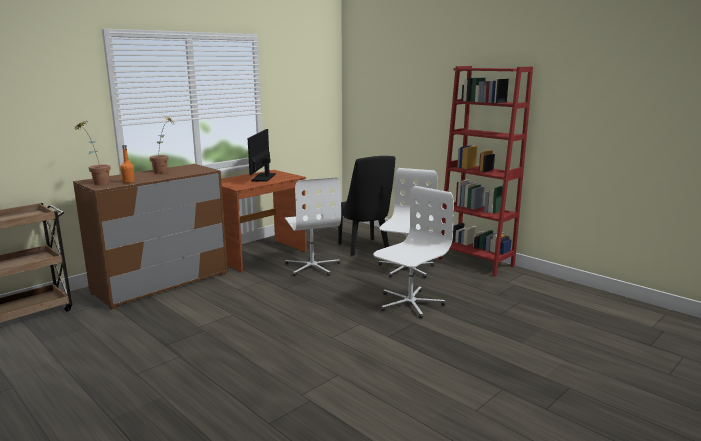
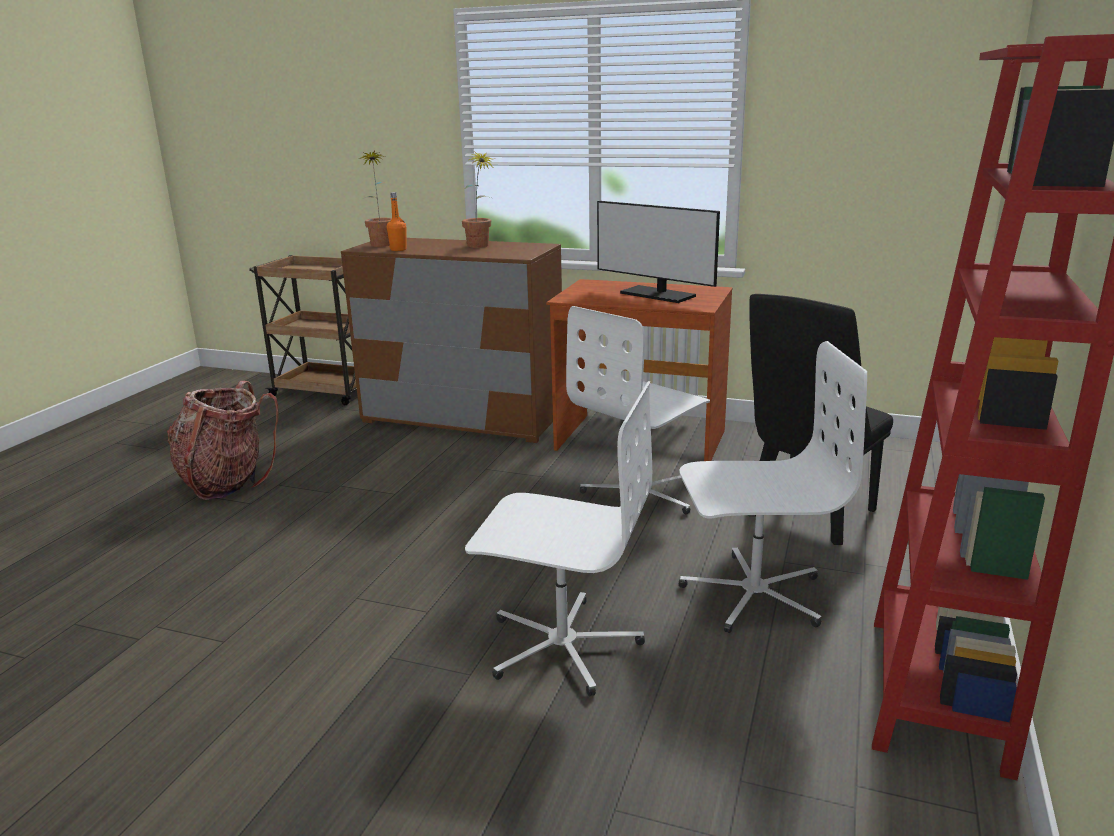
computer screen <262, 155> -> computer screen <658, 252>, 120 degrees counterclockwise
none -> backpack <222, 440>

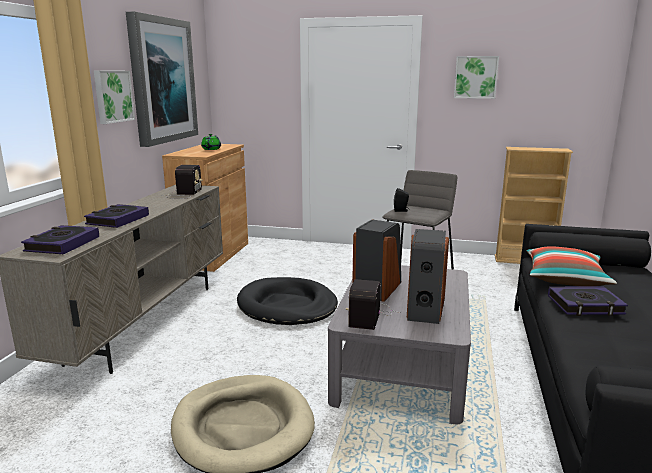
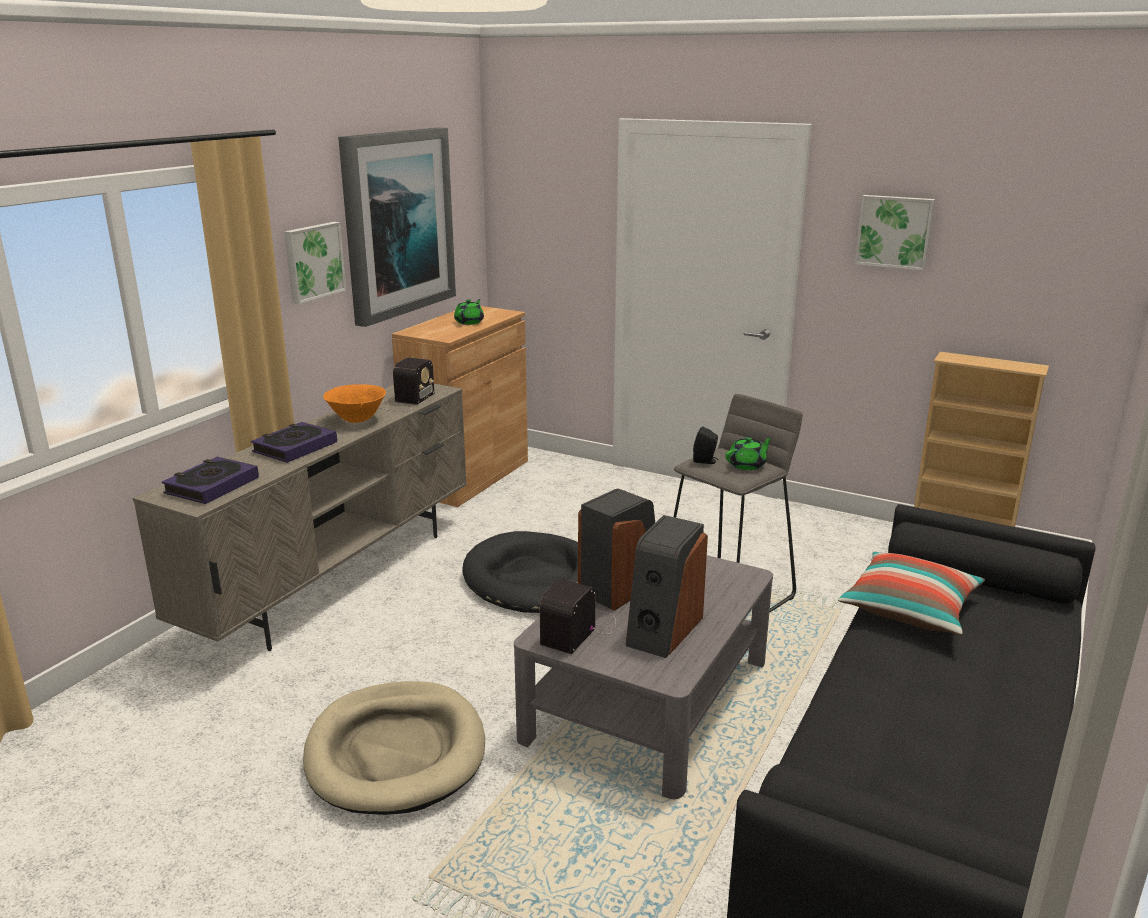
book <588, 301> -> none
none -> orange serving bowl <354, 403>
none -> green teapot <749, 453>

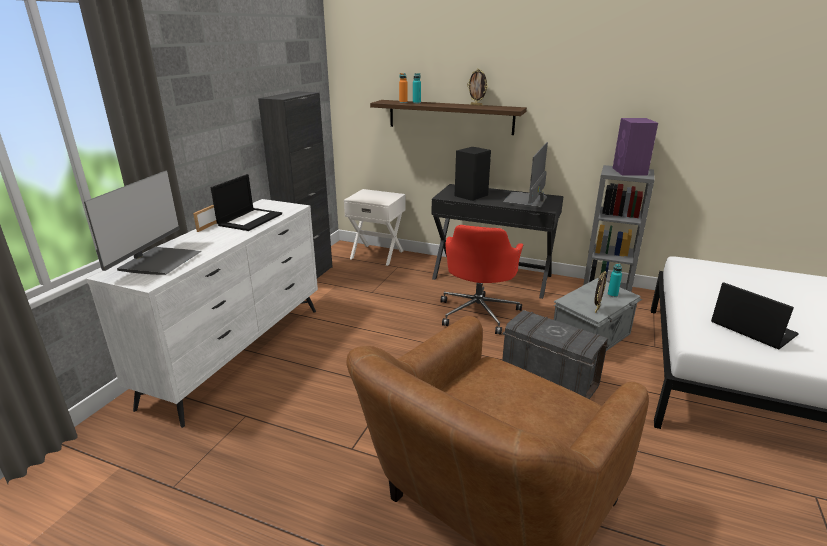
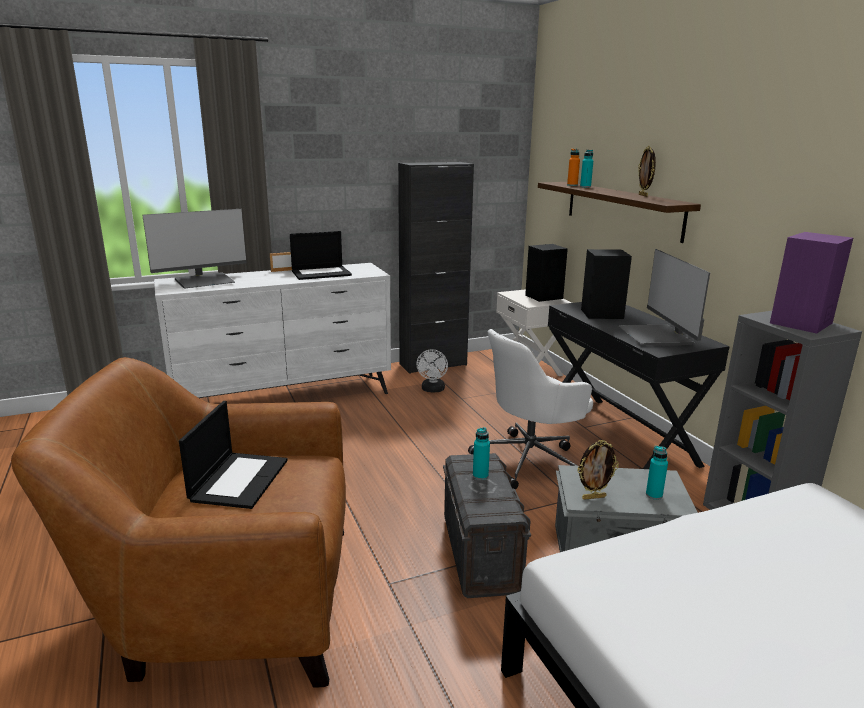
computer screen <525, 175> -> computer screen <664, 297>, 75 degrees counterclockwise
red desk chair <482, 280> -> white desk chair <530, 409>
notebook computer <755, 316> -> notebook computer <233, 455>, moved
none -> black-coloured speaker <546, 273>
none -> white electric fan <432, 370>
none -> blue-green bottle <481, 453>

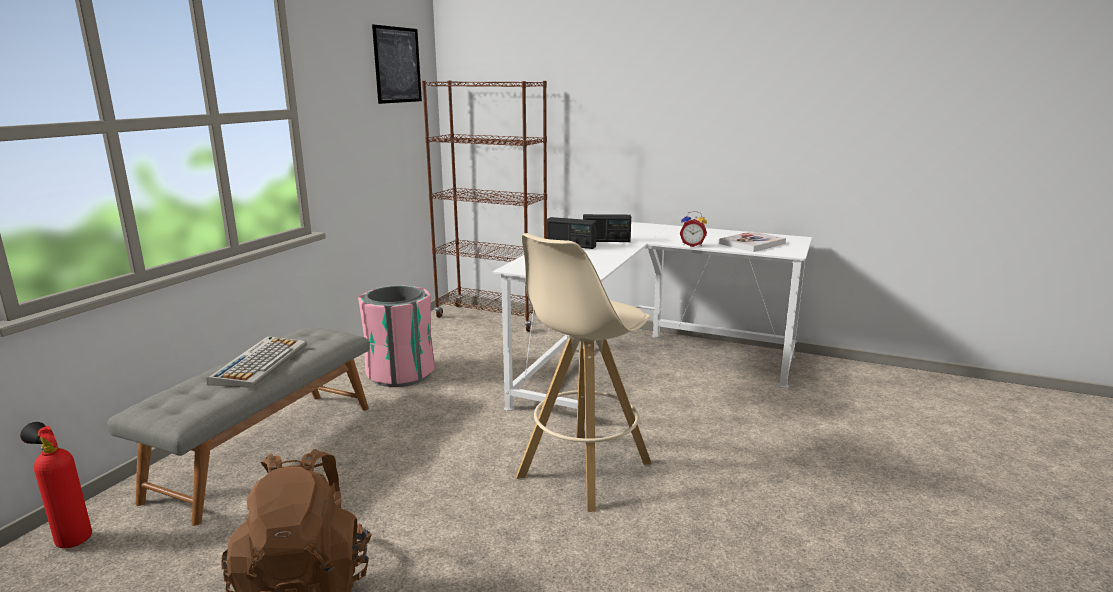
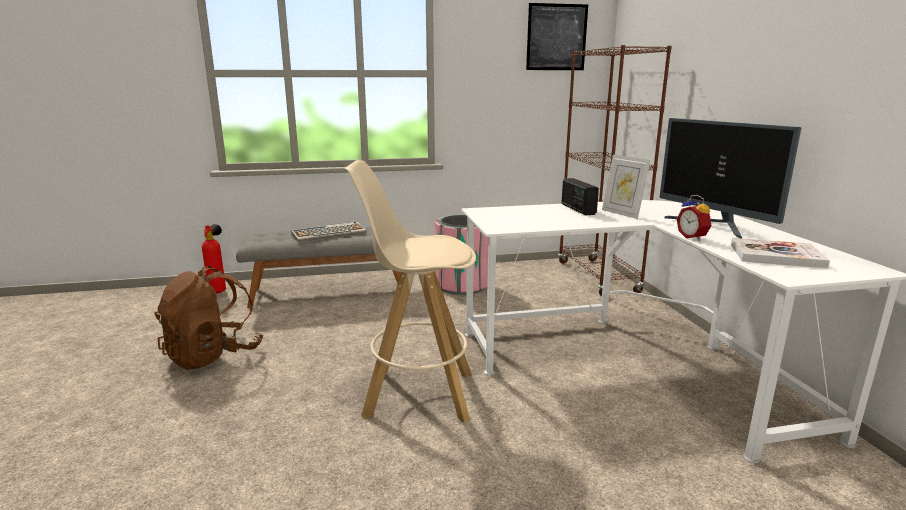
radio <607, 228> -> photo frame <626, 187>
none -> computer screen <730, 178>

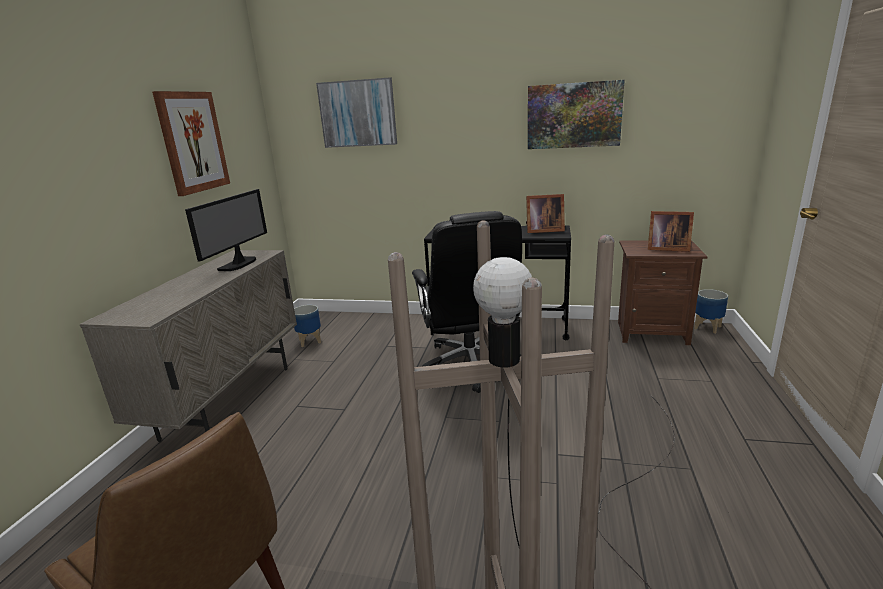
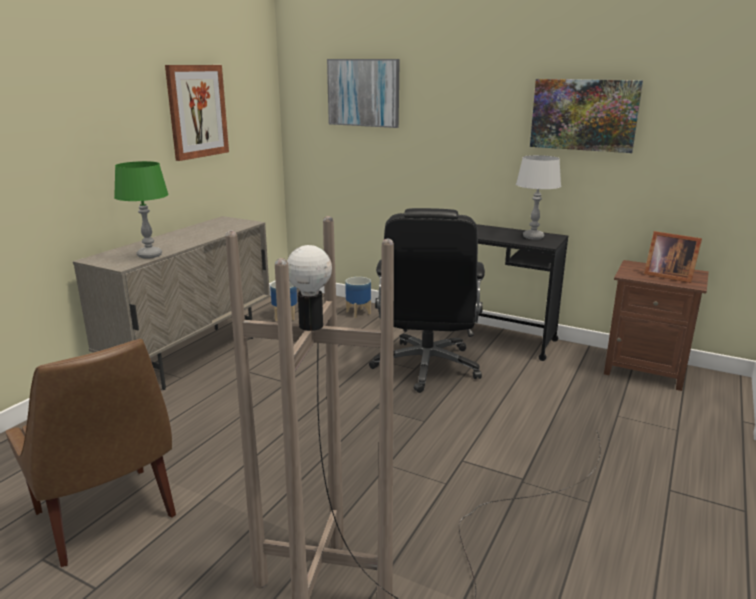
computer screen <226, 230> -> none
photo frame <545, 213> -> gray table lamp <538, 197>
flower pot <711, 311> -> flower pot <358, 297>, moved
none -> green table lamp <141, 210>

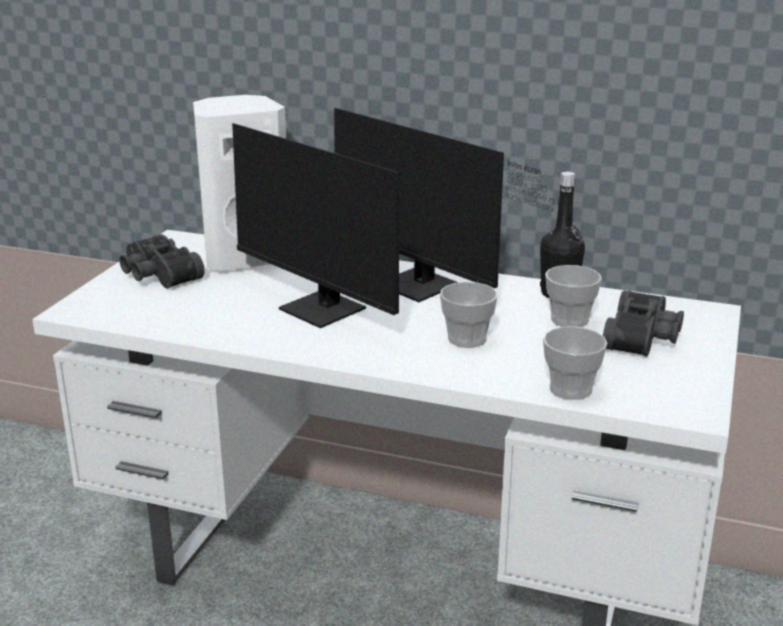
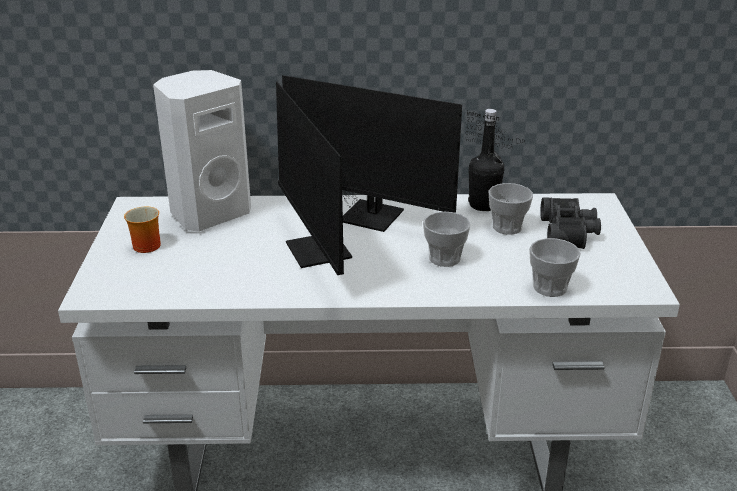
computer screen <347, 225> -> computer screen <321, 178>, 45 degrees clockwise
black-coloured binoculars <162, 261> -> tea mug <142, 230>

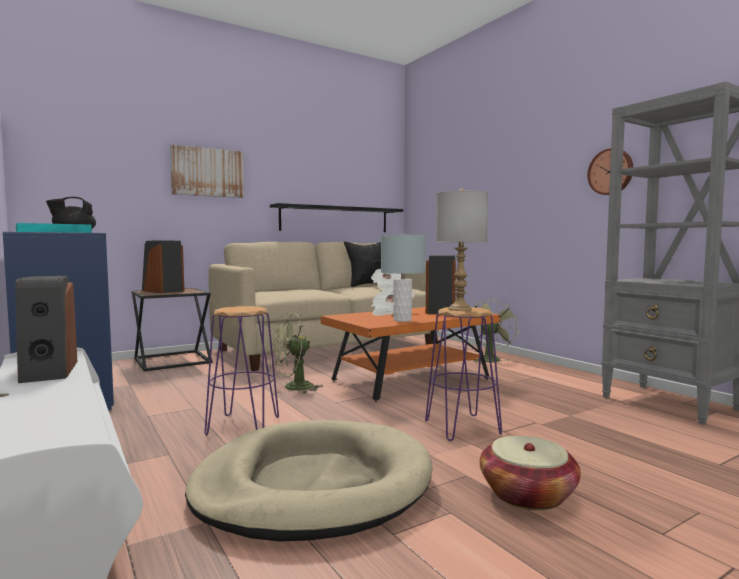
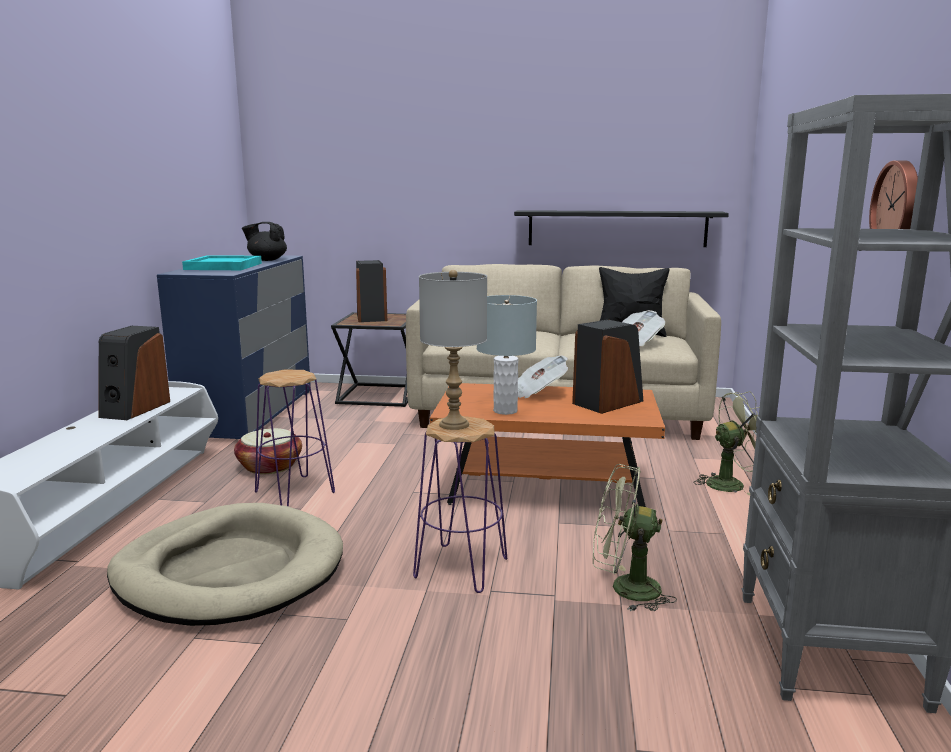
wall art <207, 171> -> none
green electric fan <296, 353> -> green electric fan <635, 537>, moved
basket <530, 473> -> basket <268, 451>, moved

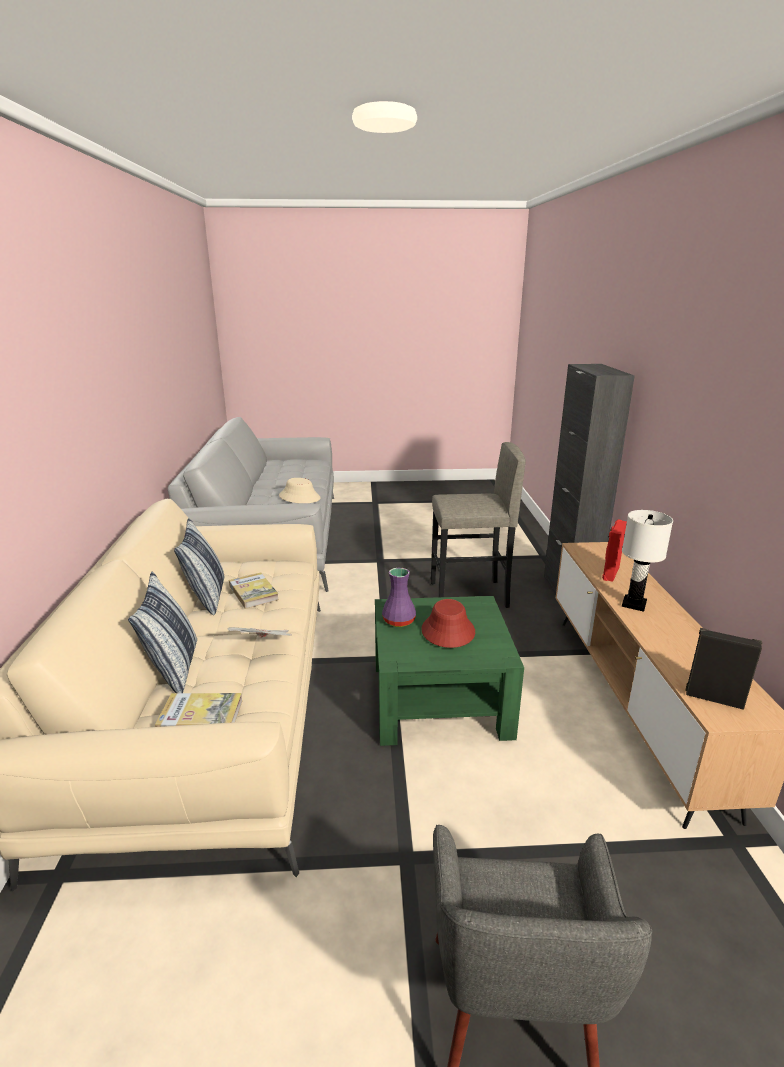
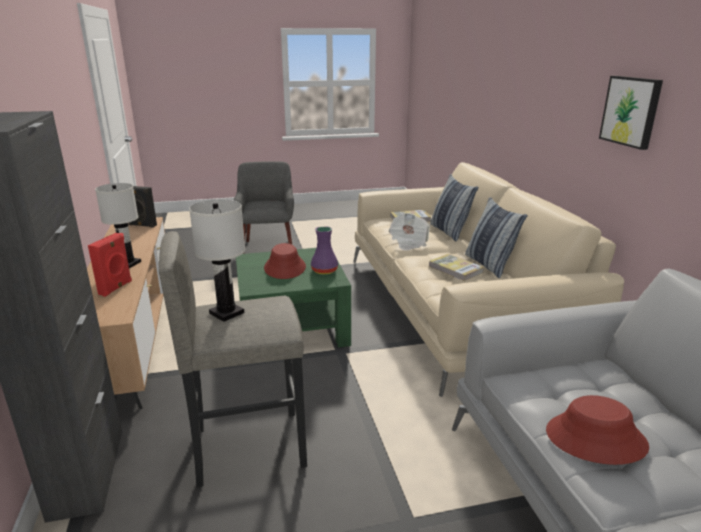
beige-coloured wearable hat <300, 490> -> red wearable hat <597, 430>
none -> wall art <631, 113>
none -> white table lamp <217, 260>

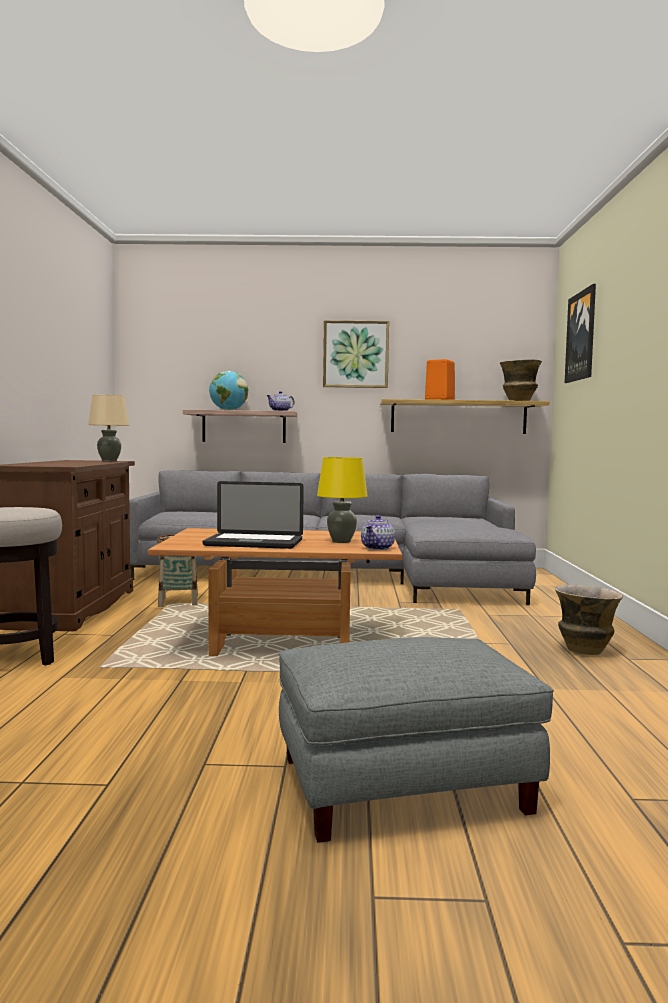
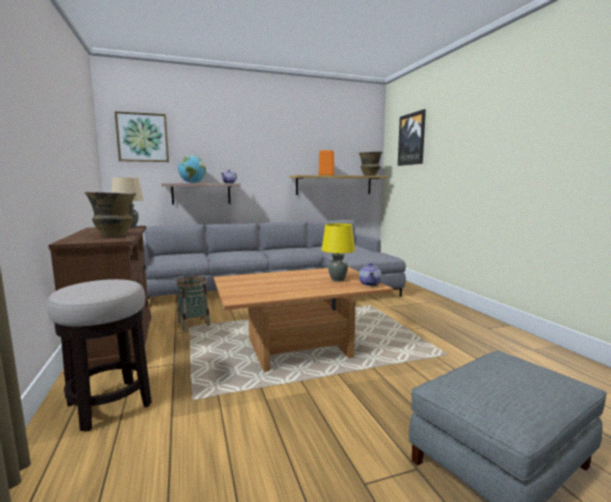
wall art <356, 354> -> wall art <141, 136>, moved
notebook computer <253, 515> -> none
flower vase <589, 619> -> flower vase <110, 214>, moved

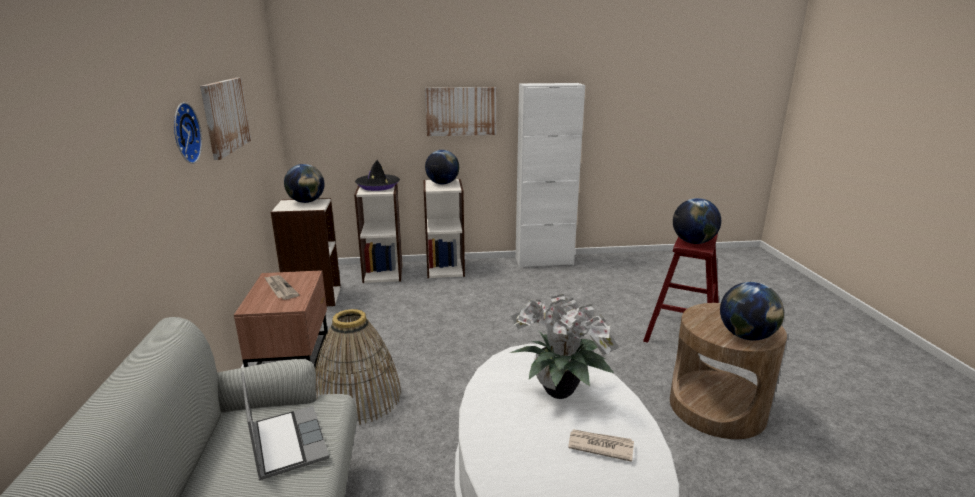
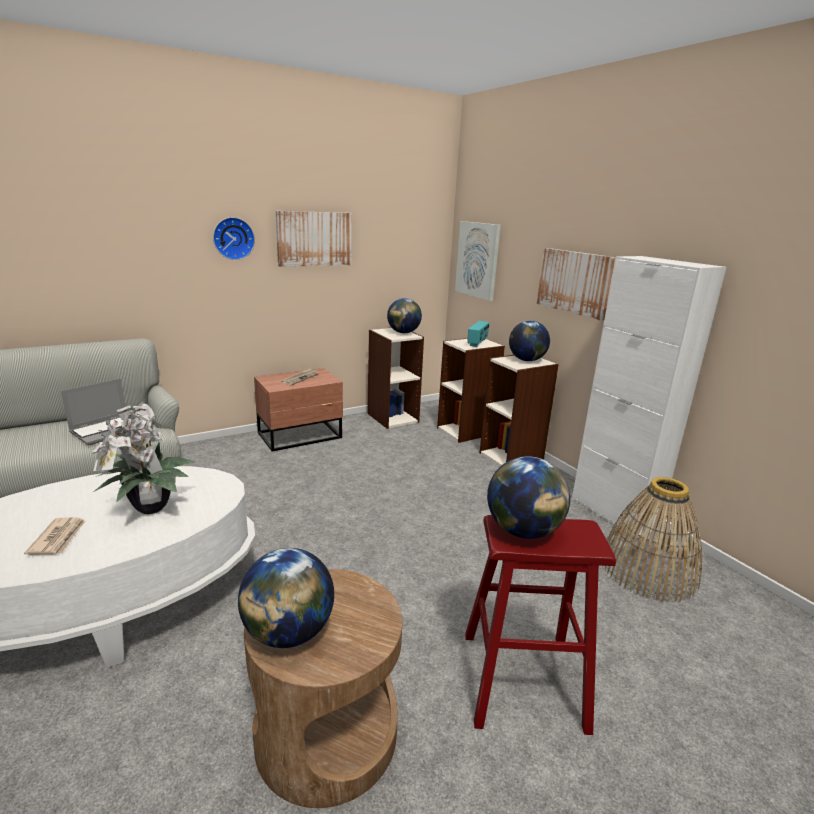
black-coloured wearable hat <377, 175> -> radio <478, 334>
basket <358, 367> -> basket <652, 539>, moved
none -> wall art <478, 261>

